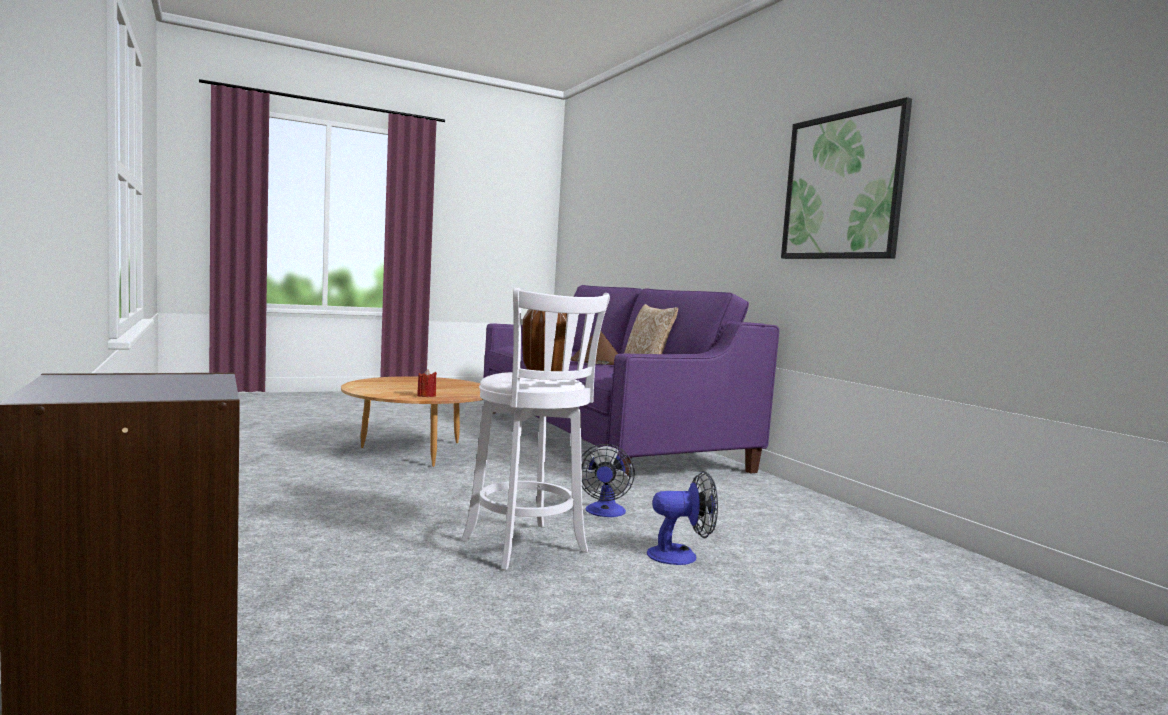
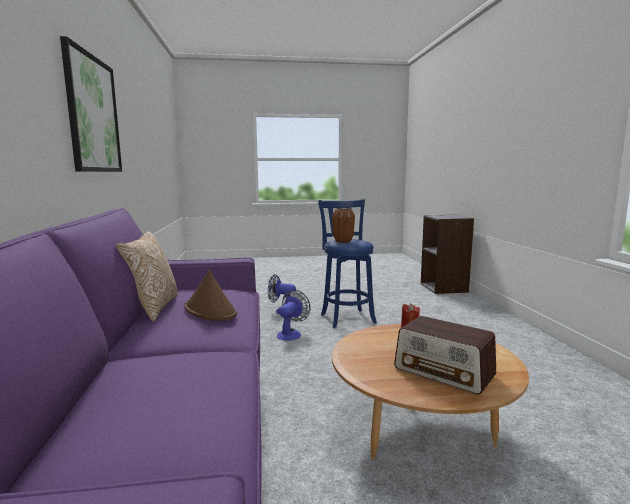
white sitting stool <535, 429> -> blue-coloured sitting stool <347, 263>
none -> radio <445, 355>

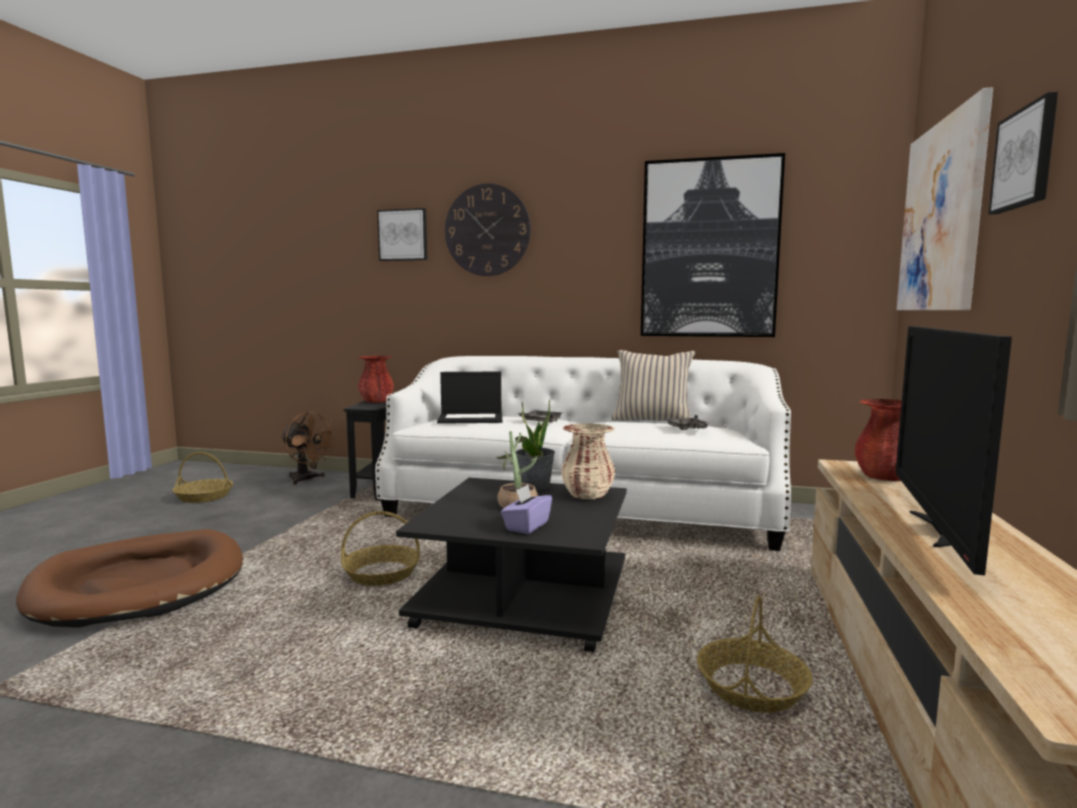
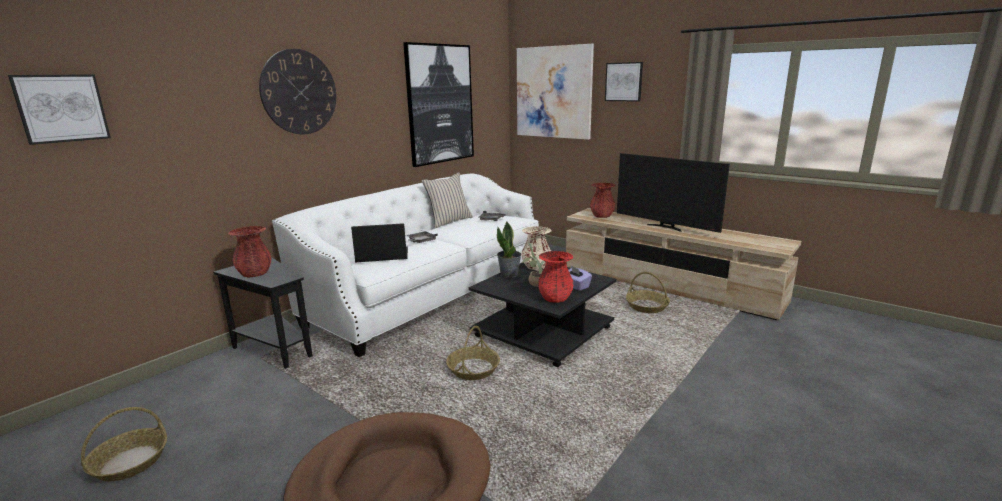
wall art <402, 234> -> wall art <59, 109>, moved
notebook computer <469, 398> -> notebook computer <379, 242>, 120 degrees counterclockwise
brown-coloured electric fan <308, 448> -> none
none -> red flower vase <555, 277>

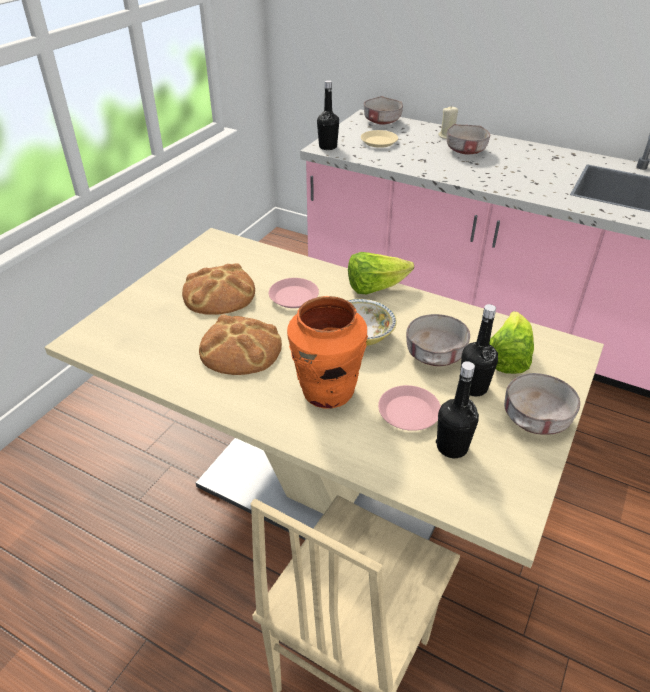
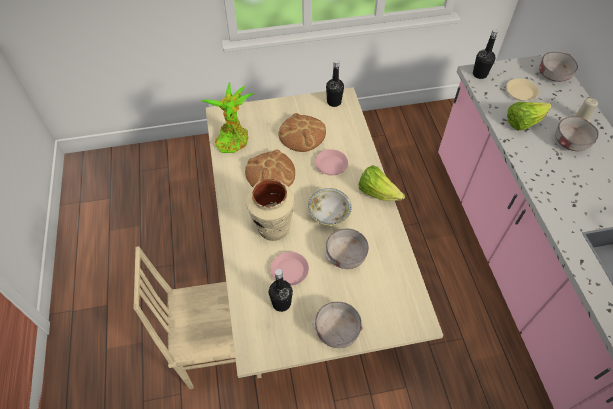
orange flower vase <327, 352> -> beige-coloured flower vase <270, 210>
black-coloured bottle <479, 350> -> black-coloured bottle <335, 83>, moved
head of lettuce <511, 342> -> head of lettuce <529, 116>, moved
none -> plant in a pot <227, 117>

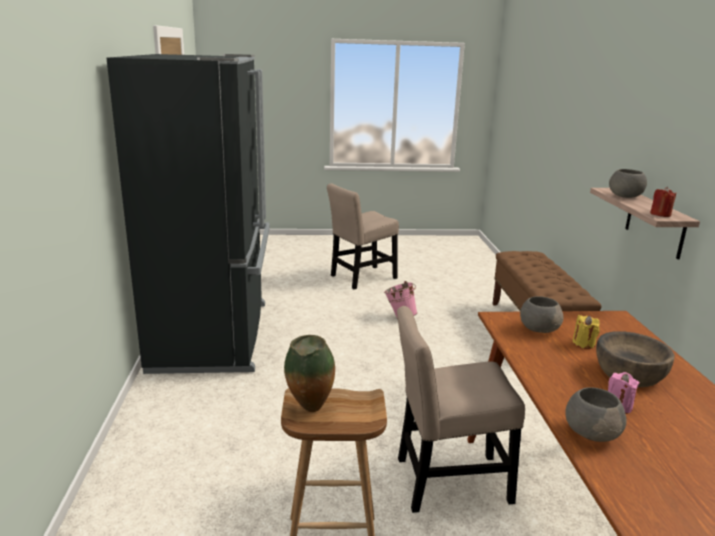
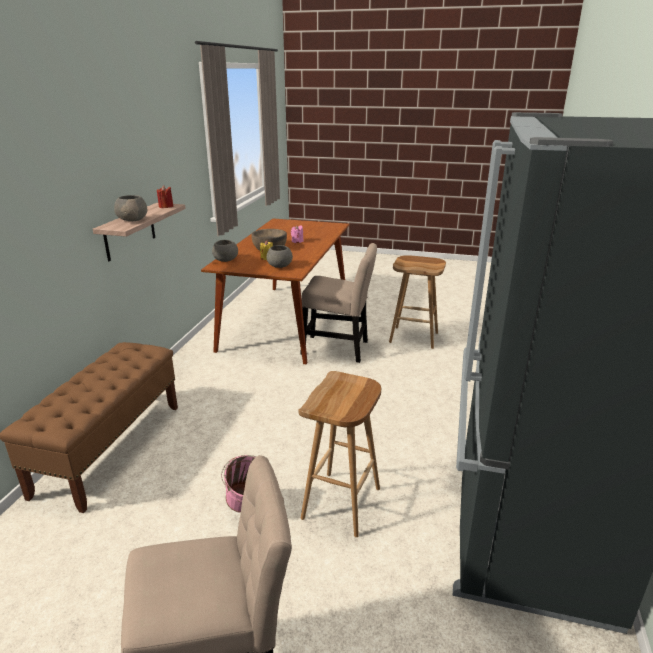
flower vase <309, 373> -> none
gray serving bowl <596, 414> -> gray serving bowl <225, 251>, moved
none -> brown-coloured sitting stool <339, 454>

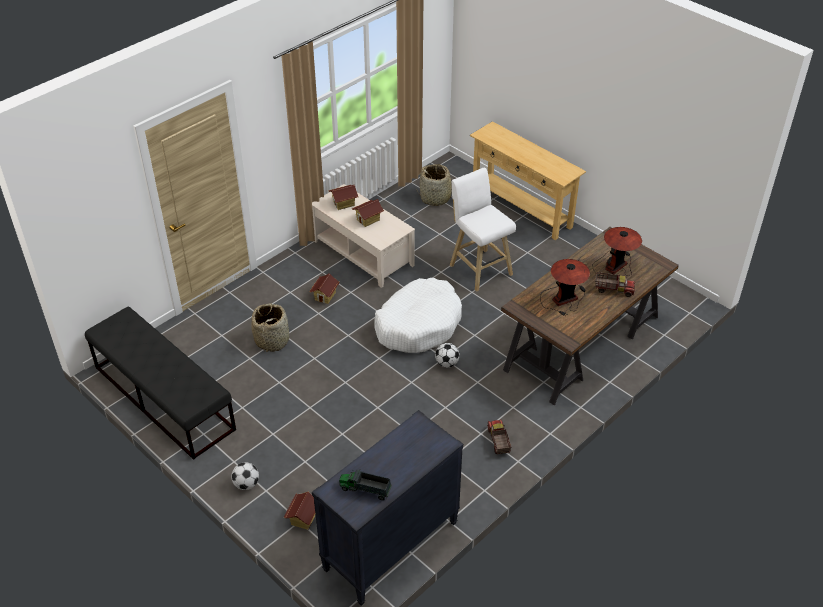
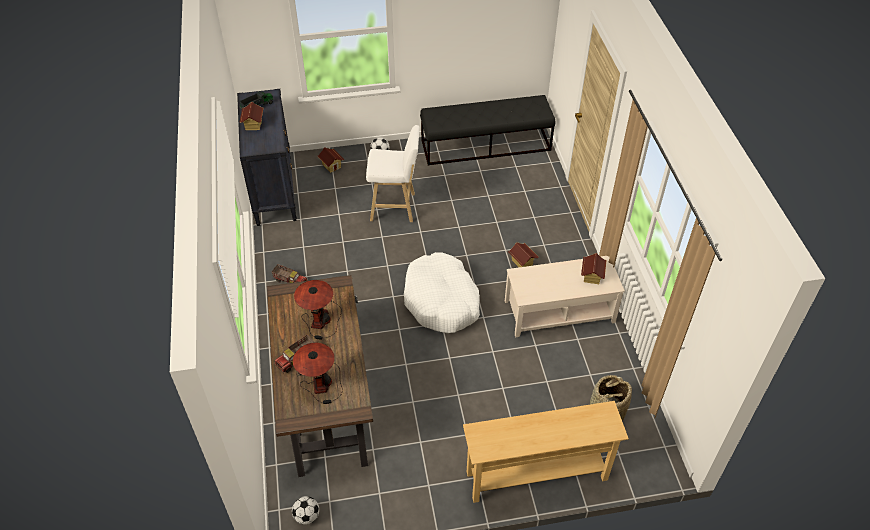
white sitting stool <483, 230> -> white sitting stool <393, 173>, moved
miniature house <368, 213> -> miniature house <251, 116>, moved
basket <270, 328> -> none
football <447, 355> -> football <305, 510>, moved

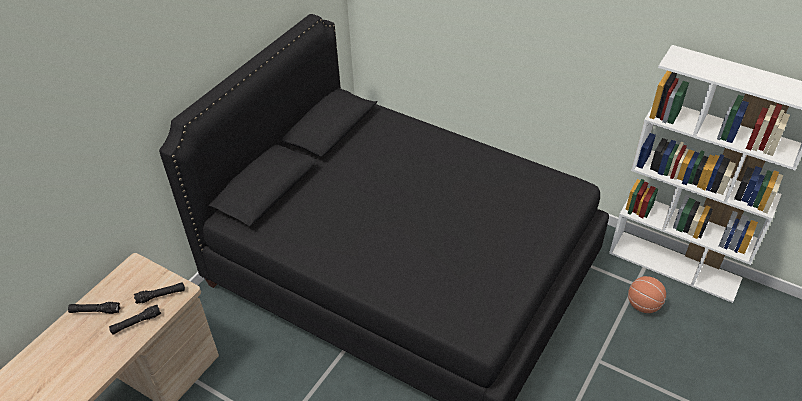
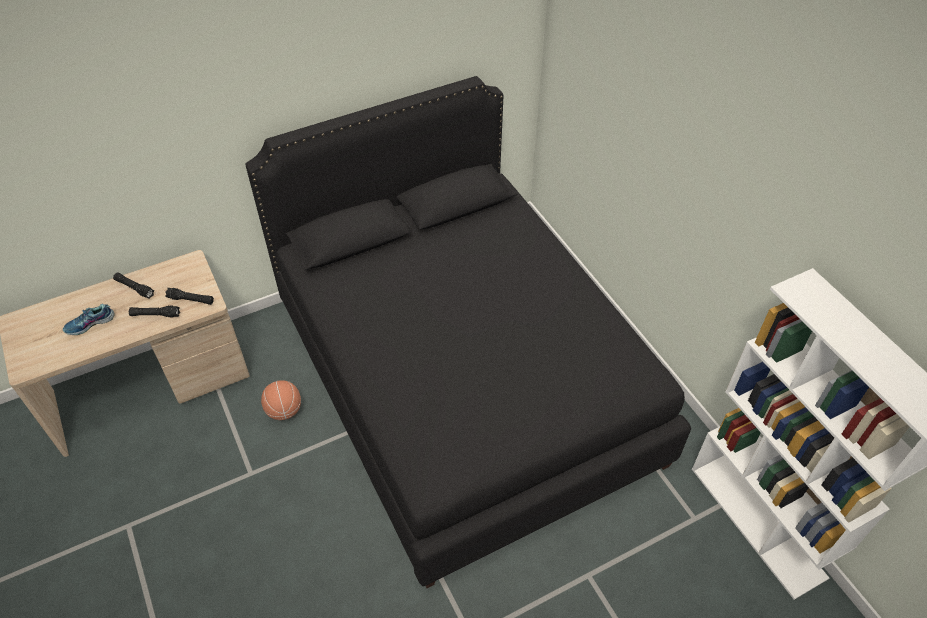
basketball ball <647, 294> -> basketball ball <281, 400>, moved
none -> item of footwear <89, 319>

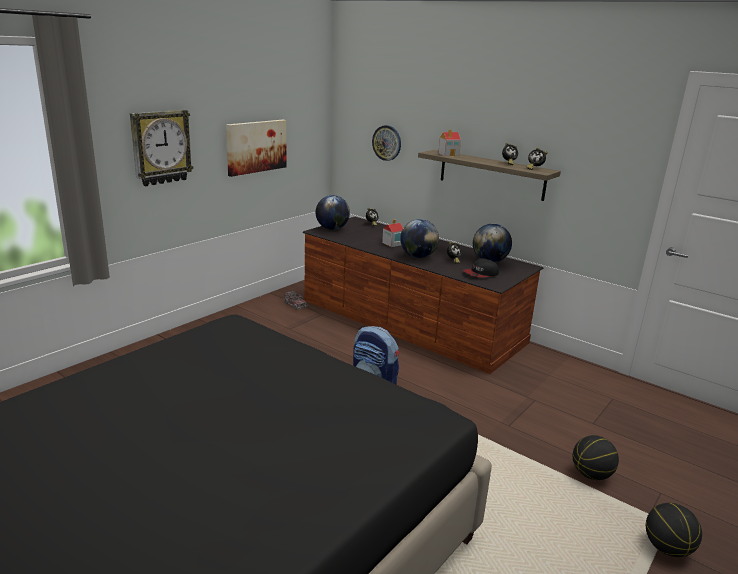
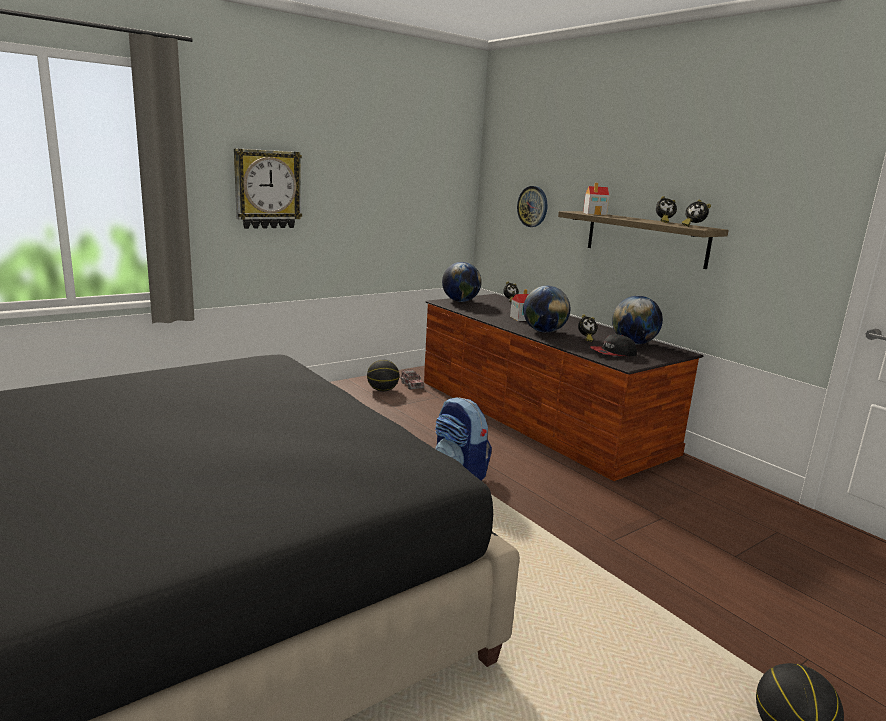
wall art <256, 148> -> none
basketball ball <596, 457> -> basketball ball <383, 375>, moved

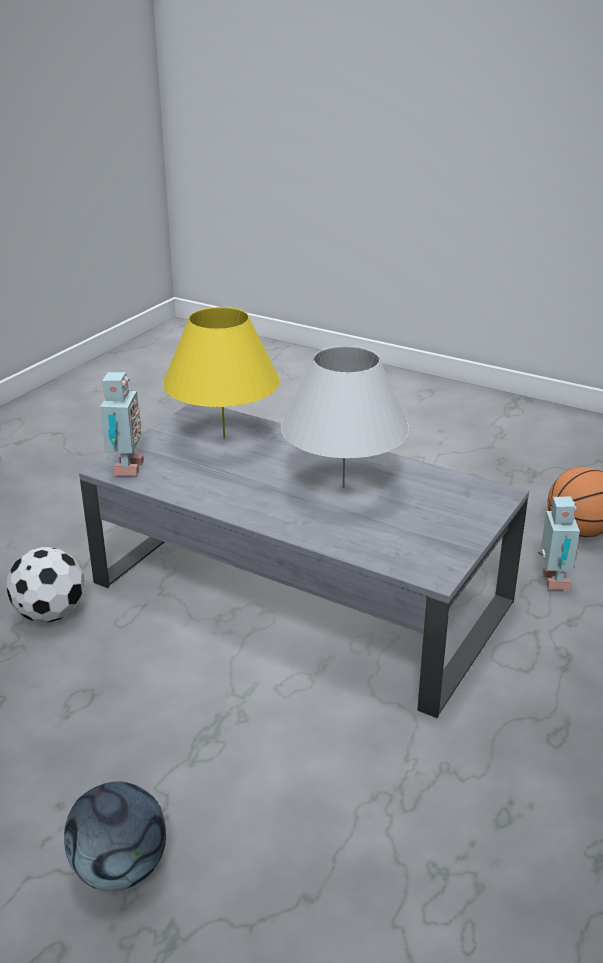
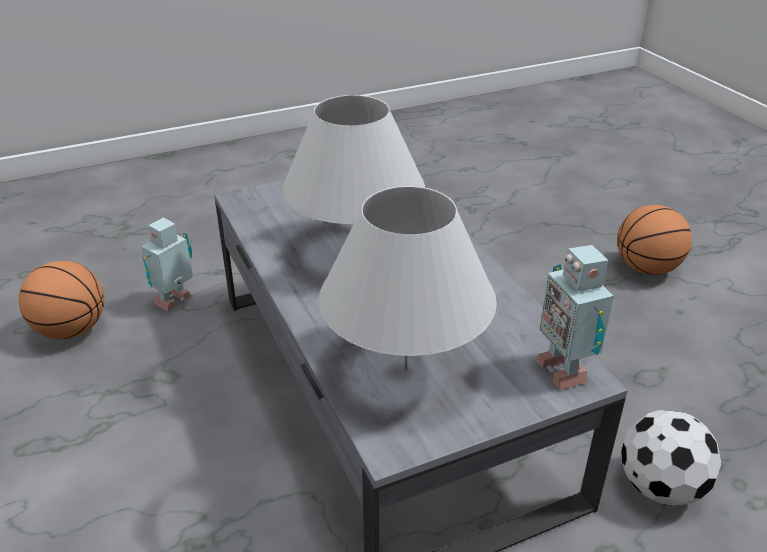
yellow-coloured table lamp <221, 373> -> white table lamp <407, 278>
robot figure <122, 424> -> robot figure <575, 317>, 60 degrees counterclockwise
football <115, 836> -> basketball ball <654, 240>

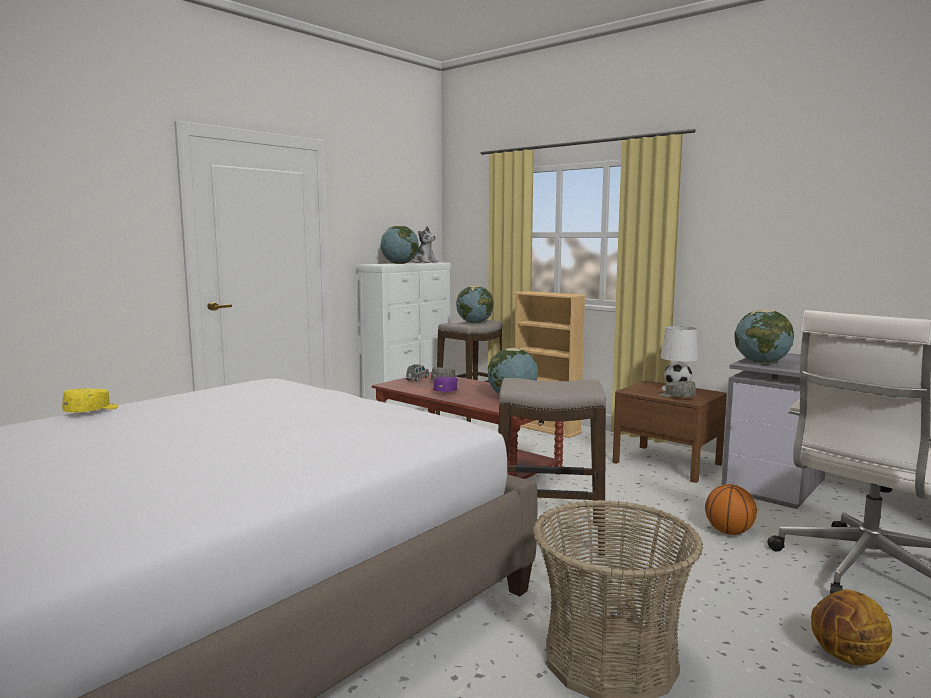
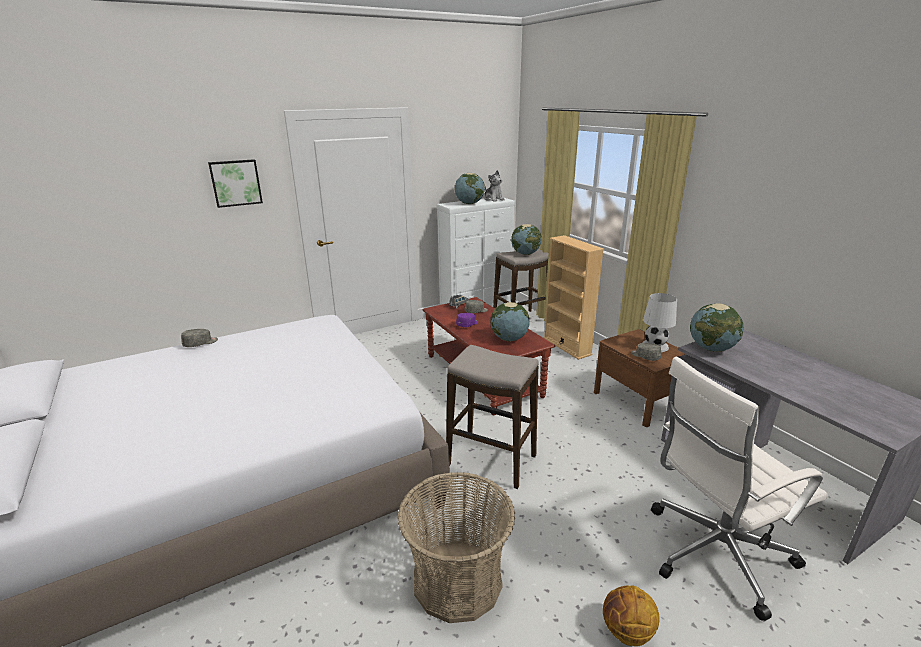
yellow-coloured baseball cap <90, 400> -> gray baseball cap <199, 338>
basketball ball <731, 509> -> none
none -> wall art <235, 183>

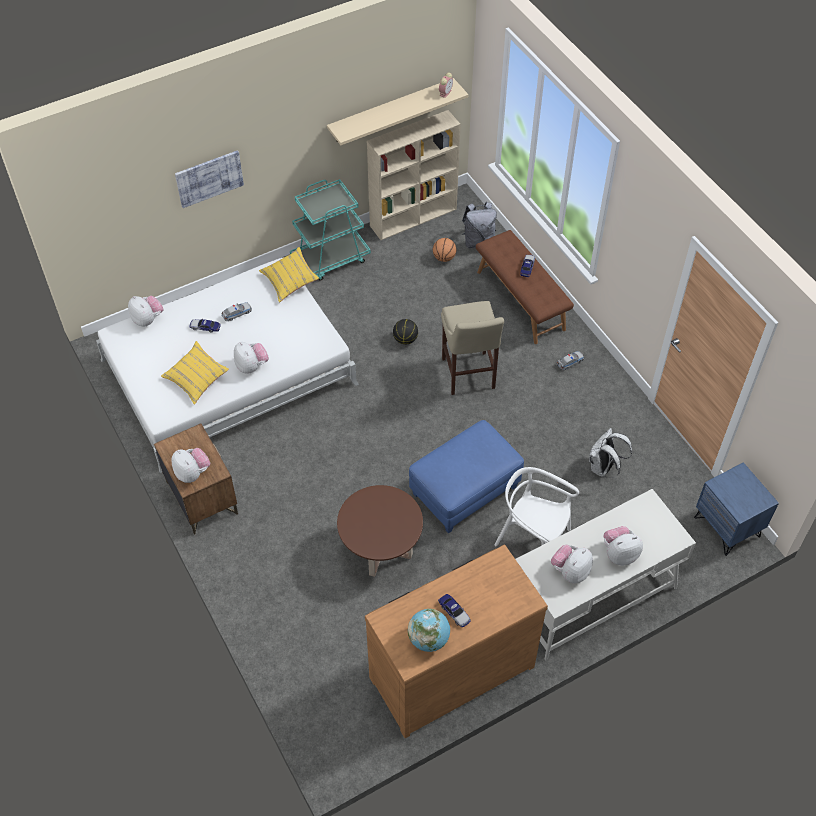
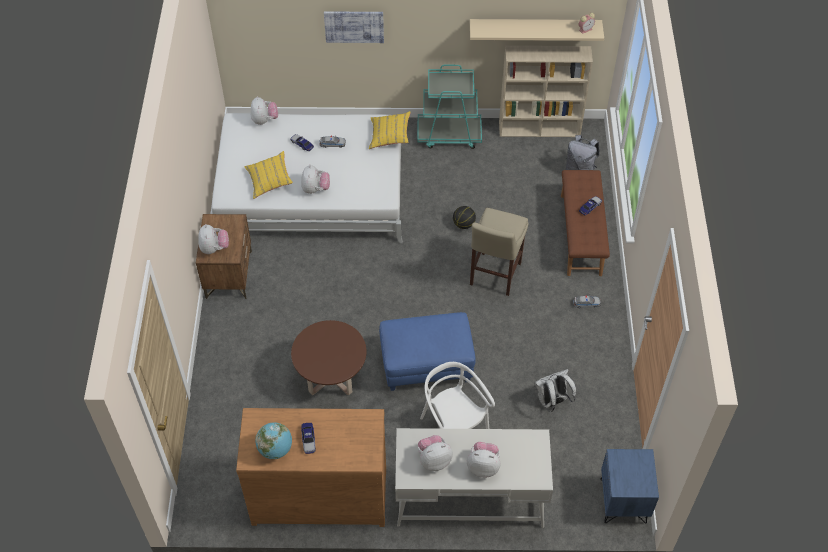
basketball ball <445, 250> -> none

